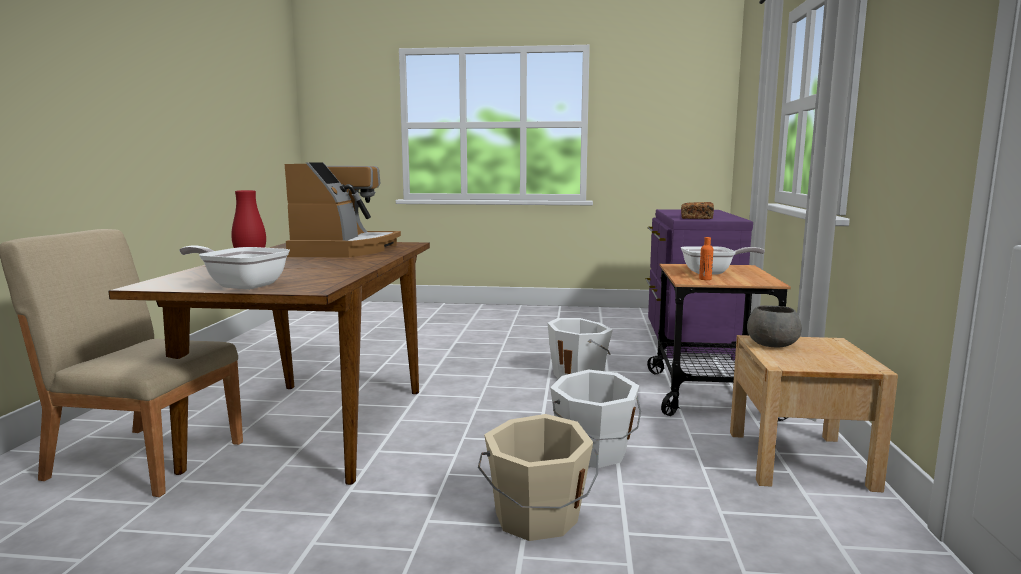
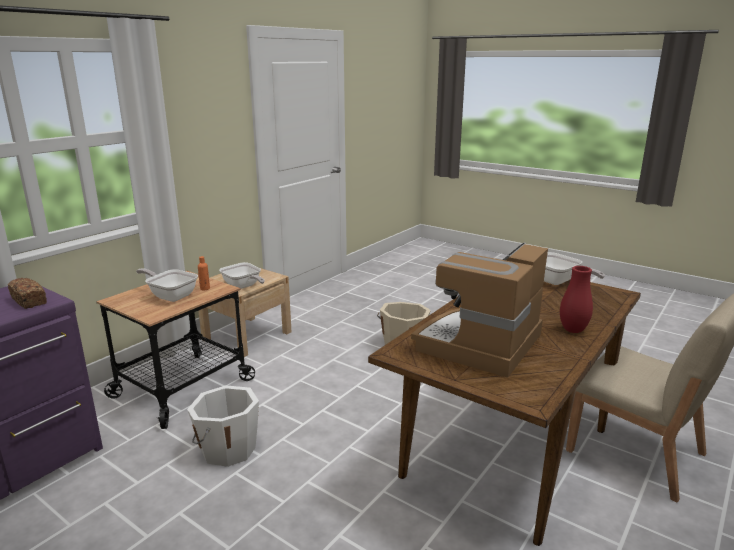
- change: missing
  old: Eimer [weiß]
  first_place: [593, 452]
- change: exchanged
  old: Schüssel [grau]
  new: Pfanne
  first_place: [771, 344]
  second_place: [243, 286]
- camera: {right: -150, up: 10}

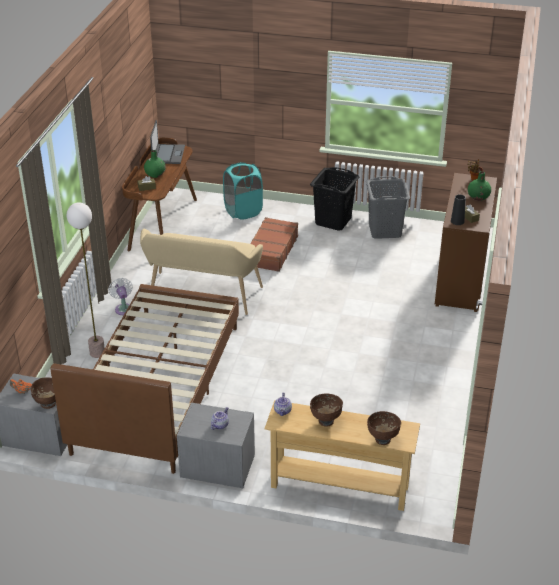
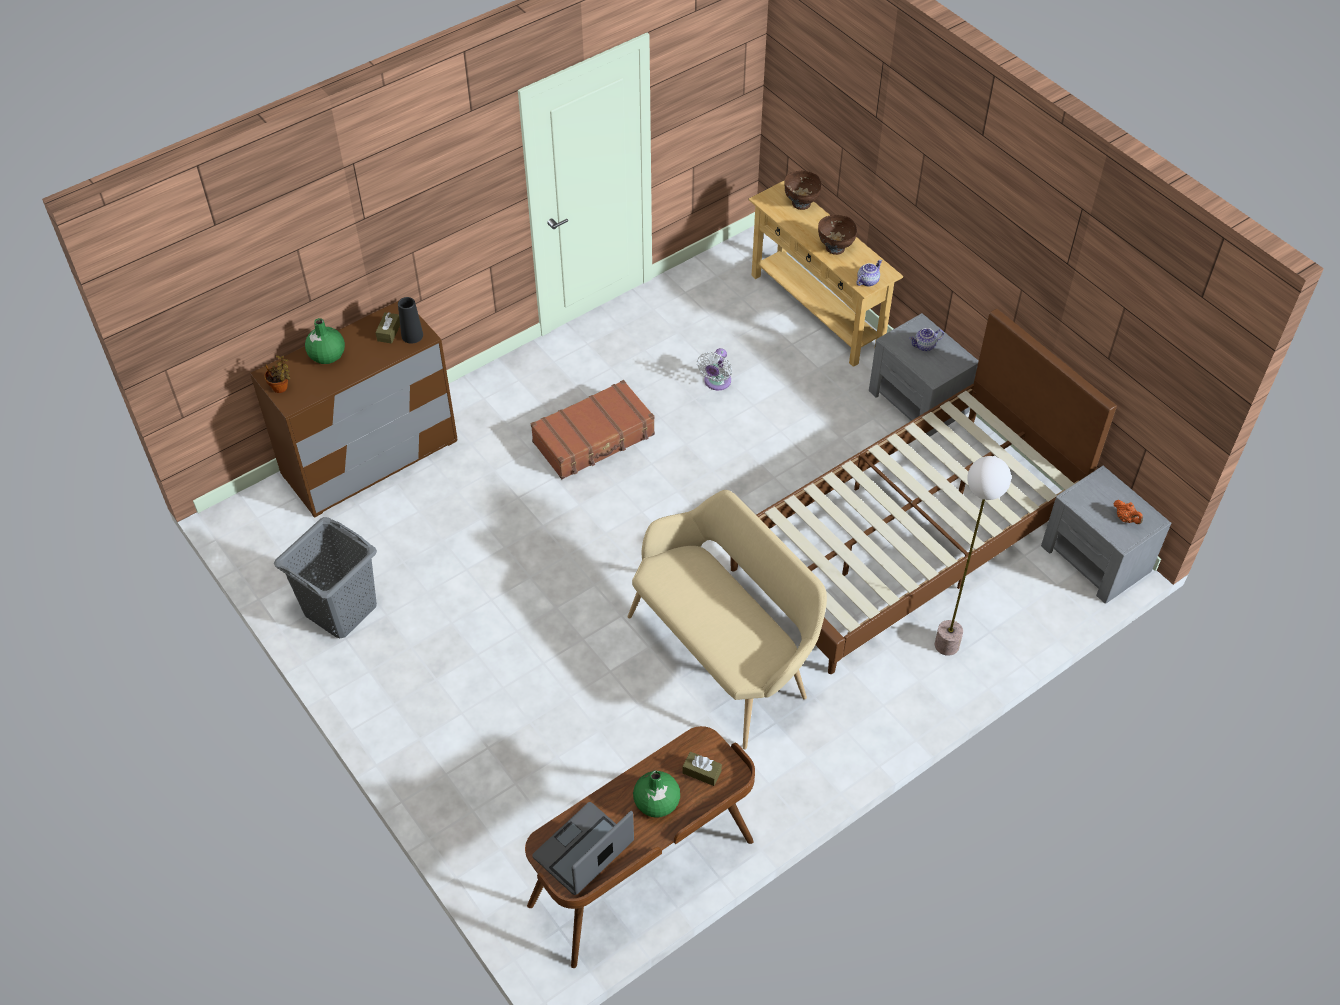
- change: missing
  old: Schüssel [braun]
  first_place: [48, 404]
- change: relocated
  old: Ventilator [weiß]
  first_place: [123, 308]
  second_place: [716, 382]
- change: missing
  old: Wäschekorb [türkis]
  first_place: [243, 211]
- change: relocated
  old: Koffer [braun]
  first_place: [271, 251]
  second_place: [594, 439]
- change: missing
  old: Wäschekorb [schwarz]
  first_place: [333, 221]
- camera: {right: -140, up: 15}

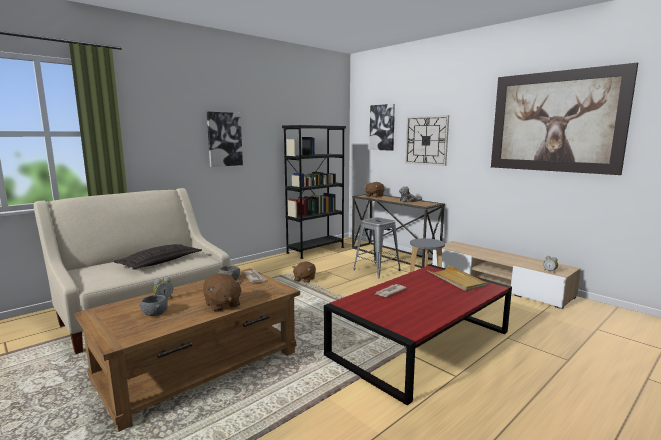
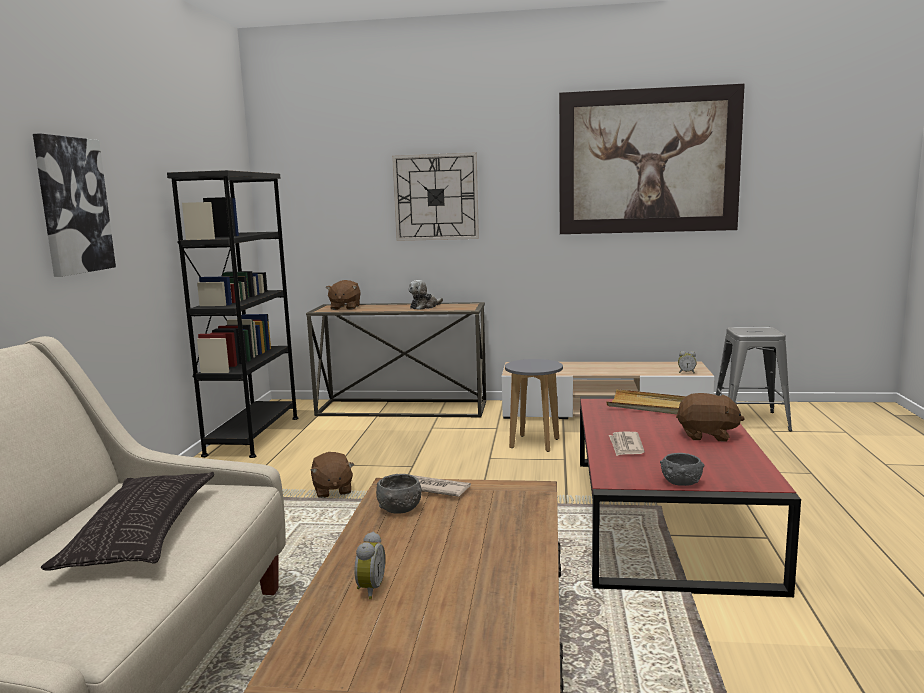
- change: relocated
  old: Schüssel [grau]
  first_place: [155, 313]
  second_place: [681, 482]
- change: relocated
  old: Plüschtier [braun]
  first_place: [222, 305]
  second_place: [707, 435]
- change: relocated
  old: Hocker [grau]
  first_place: [377, 270]
  second_place: [750, 421]
- change: missing
  old: Bild
  first_place: [382, 127]
- camera: {right: -40, up: 0}

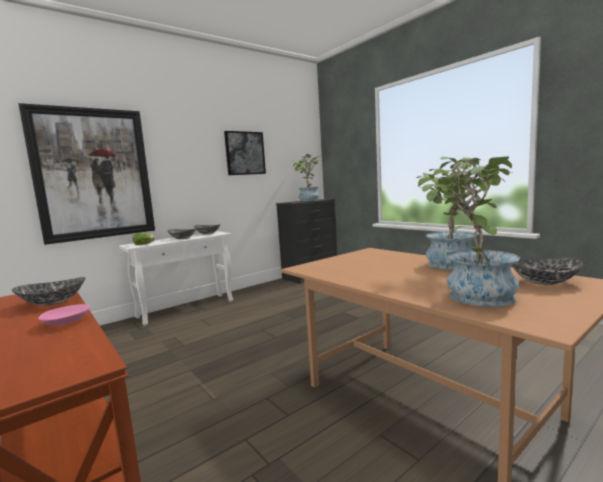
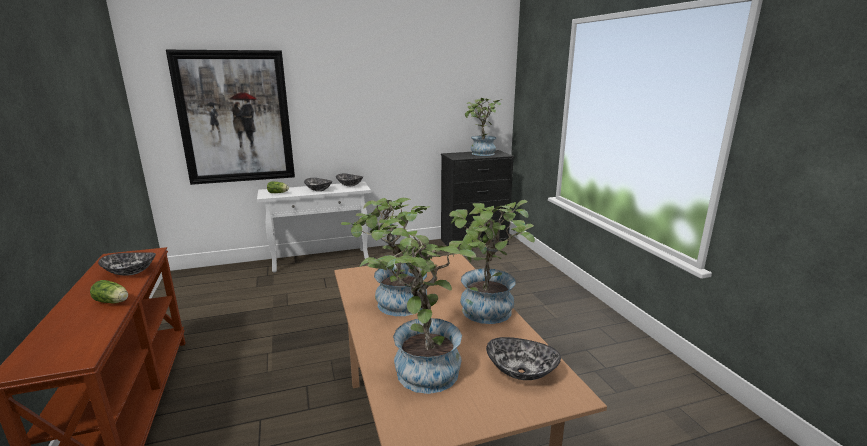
- change: exchanged
  old: Schüssel [rosa]
  new: Salatkopf
  first_place: [66, 322]
  second_place: [113, 302]
- change: missing
  old: Bild
  first_place: [245, 153]
- change: appeared
  new: Topfpflanze
  second_place: [393, 305]
- camera: {right: 20, up: 10}

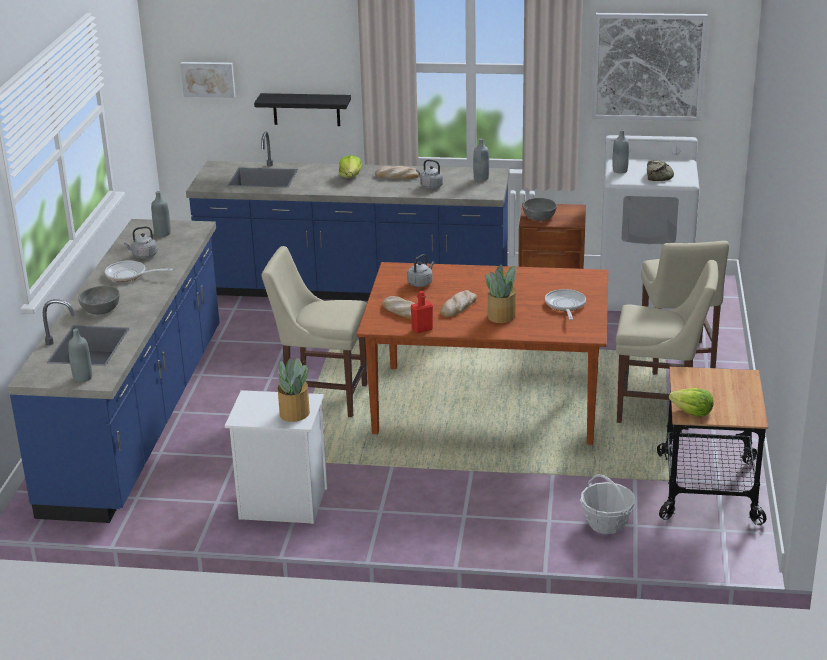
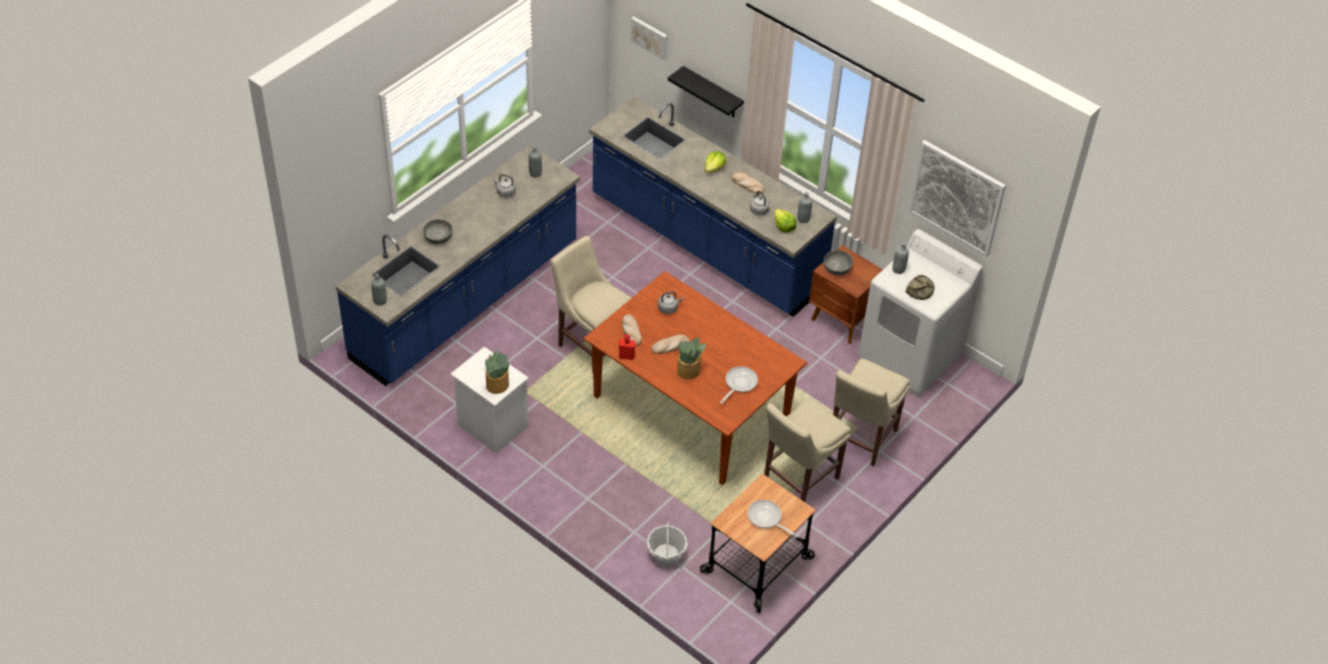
- change: relocated
  old: Pfanne
  first_place: [129, 275]
  second_place: [766, 518]
- change: spun
  old: Stuhl [beige]
  first_place: [659, 410]
  second_place: [798, 479]
  degrees: 90
- change: relocated
  old: Salatkopf
  first_place: [692, 412]
  second_place: [783, 226]
- camera: {right: 30, up: 20}

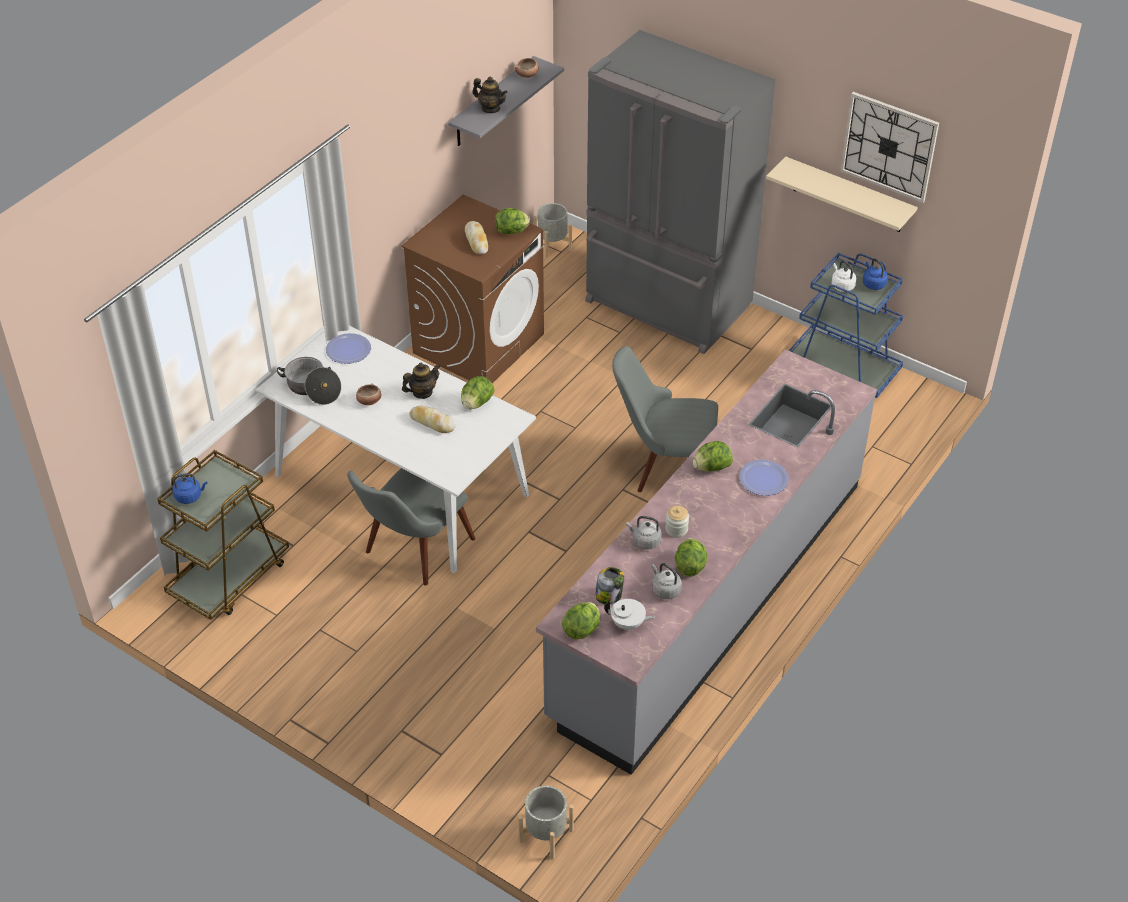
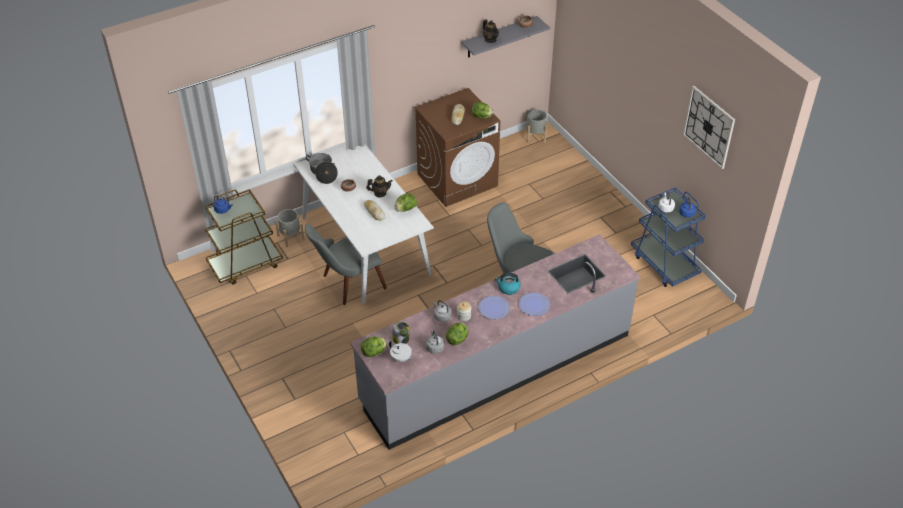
- change: relocated
  old: Teller
  first_place: [348, 350]
  second_place: [494, 308]
- change: relocated
  old: Pflanzkübel [grau]
  first_place: [546, 835]
  second_place: [291, 237]
- change: missing
  old: Kühlschrank [grau]
  first_place: [666, 306]
- change: exchanged
  old: Salatkopf
  new: Wasserkessel
  first_place: [711, 467]
  second_place: [508, 288]
- change: missing
  old: Wandregal [beige]
  first_place: [848, 195]
- camera: {right: 25, up: 0}

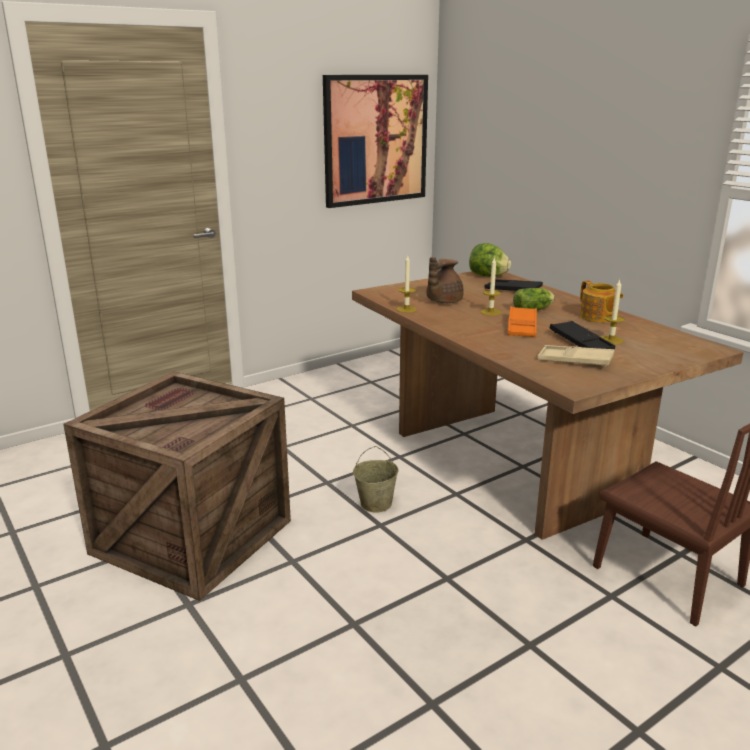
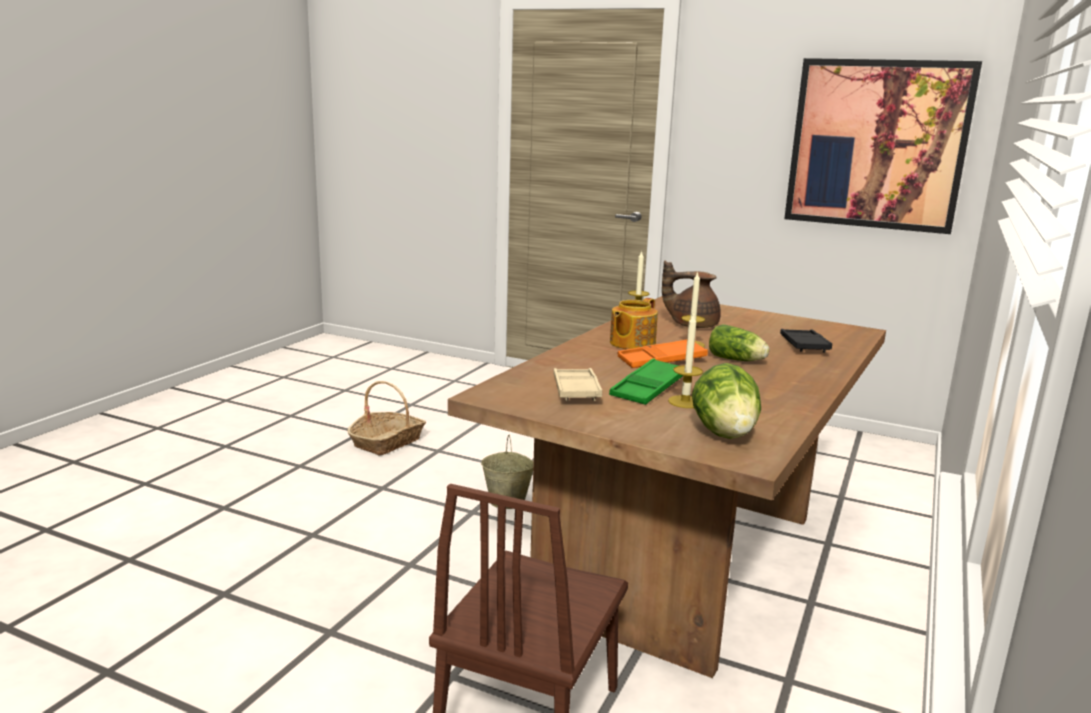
- change: exchanged
  old: Kiste
  new: Korb
  first_place: [192, 535]
  second_place: [387, 442]
- change: relocated
  old: Salatkopf
  first_place: [488, 276]
  second_place: [724, 433]
- change: colour
  old: Tablett [schwarz]
  new: Tablett [grün]
  first_place: [580, 342]
  second_place: [648, 388]
- change: relocated
  old: Teekanne
  first_place: [598, 317]
  second_place: [631, 343]
- camera: {right: 60, up: -5}

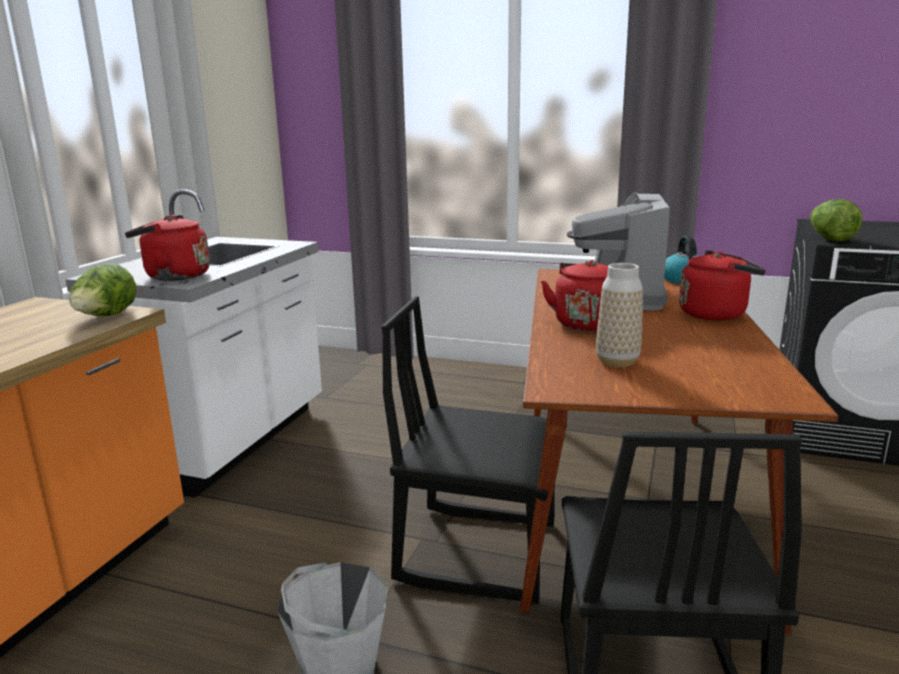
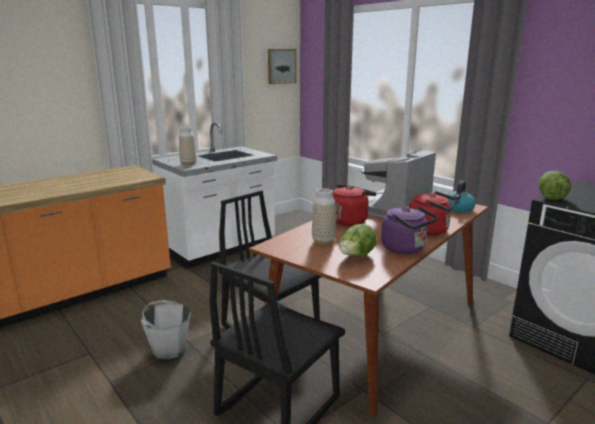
- change: relocated
  old: Salatkopf
  first_place: [106, 317]
  second_place: [356, 257]
- change: exchanged
  old: Wasserkessel [rot]
  new: Vase
  first_place: [173, 276]
  second_place: [188, 164]
- change: appeared
  new: Bild
  second_place: [281, 66]
- change: appeared
  new: Wasserkessel [lila]
  second_place: [406, 249]
- camera: {right: 30, up: 0}

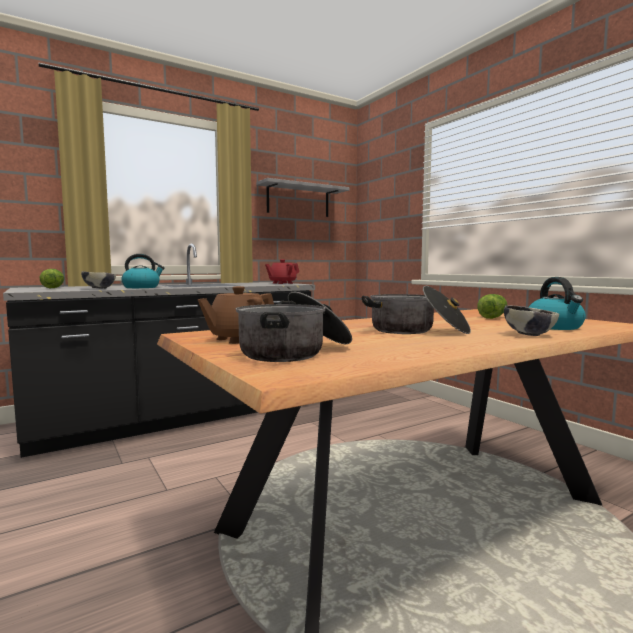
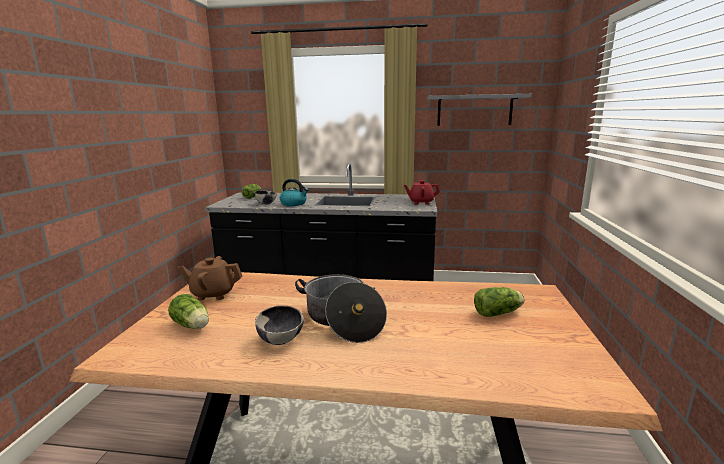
- change: exchanged
  old: Kochtopf
  new: Salatkopf
  first_place: [296, 351]
  second_place: [192, 326]
- change: relocated
  old: Schüssel
  first_place: [529, 334]
  second_place: [281, 339]
- change: missing
  old: Wasserkessel
  first_place: [555, 327]
- camera: {right: 40, up: 10}

